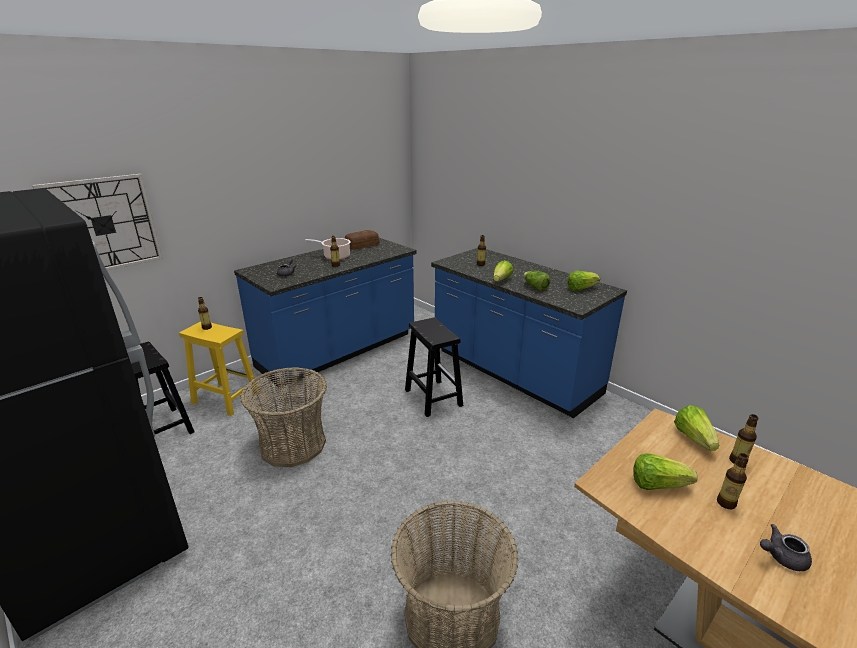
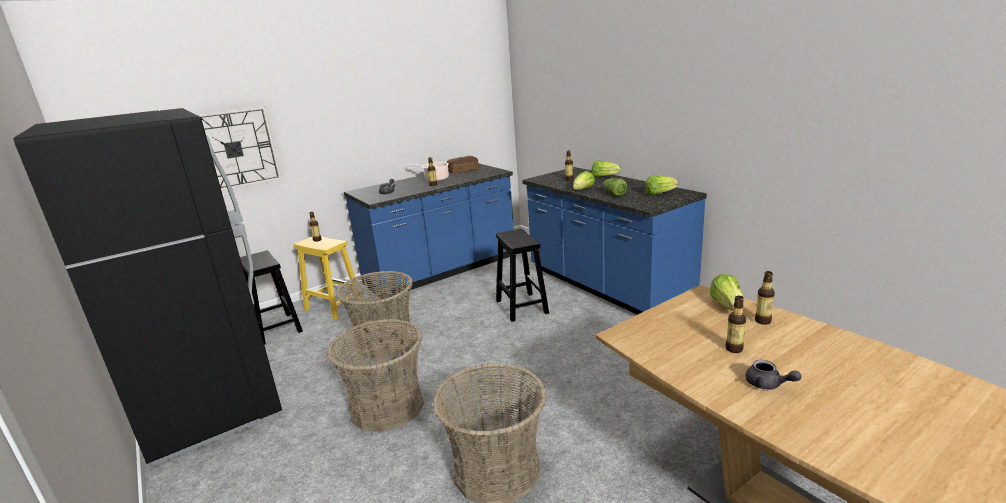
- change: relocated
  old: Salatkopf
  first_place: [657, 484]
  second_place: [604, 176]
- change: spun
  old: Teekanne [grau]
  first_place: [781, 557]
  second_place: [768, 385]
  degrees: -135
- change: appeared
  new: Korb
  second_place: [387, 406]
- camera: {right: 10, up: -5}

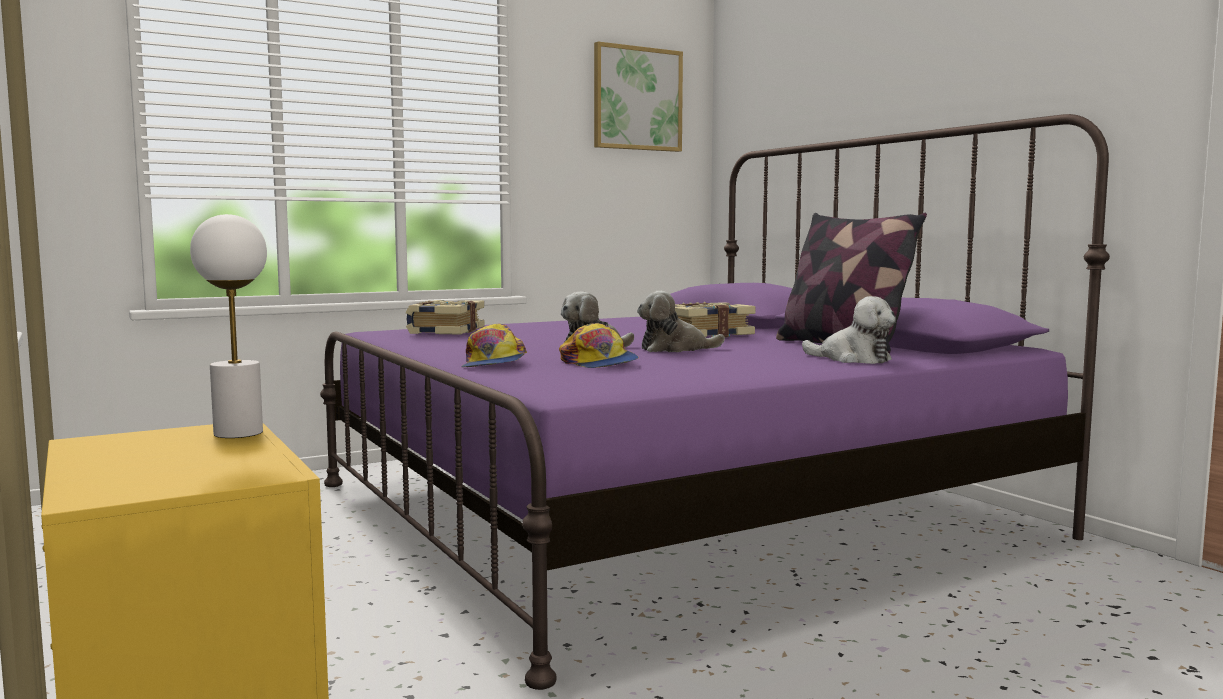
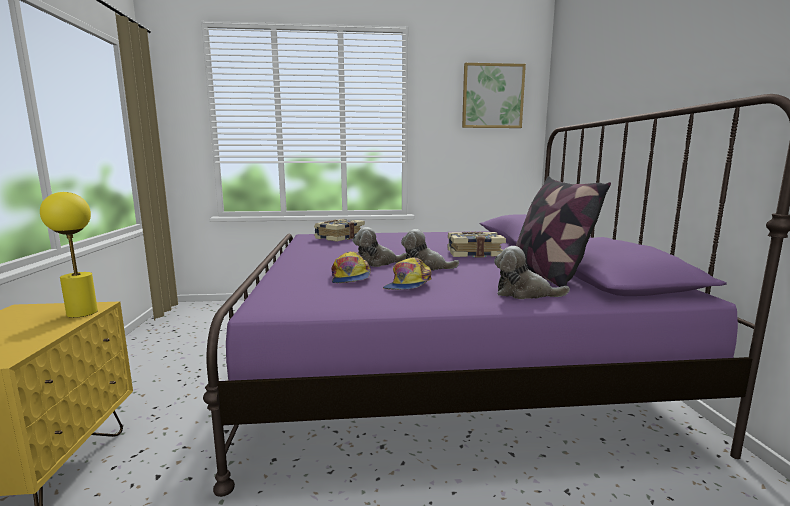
- change: colour
  old: Tischlampe [weiß]
  new: Tischlampe [gelb]
  first_place: [237, 433]
  second_place: [82, 313]
- change: relocated
  old: Kappe
  first_place: [493, 364]
  second_place: [408, 285]
- change: spun
  old: Plüschtier
  first_place: [852, 359]
  second_place: [524, 293]
  degrees: 135
- camera: {right: 25, up: 5}

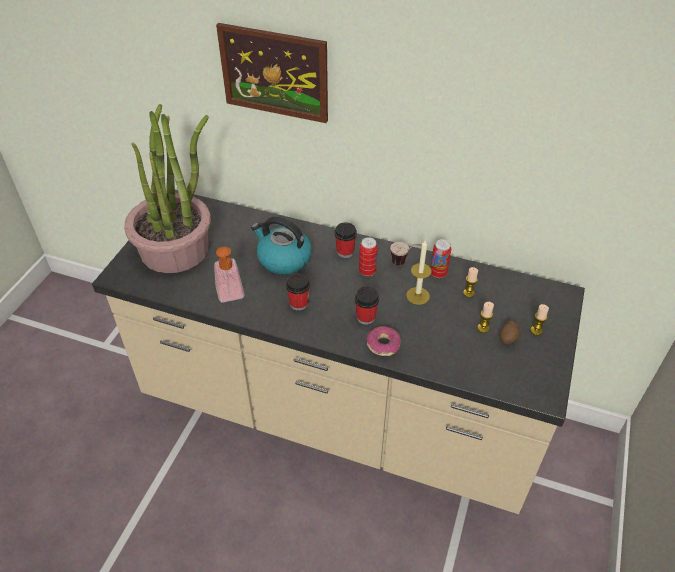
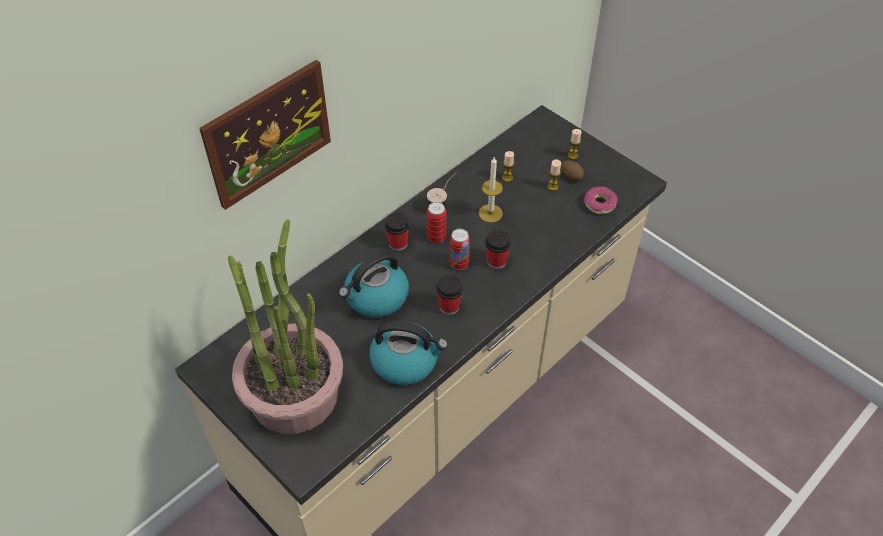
- change: exchanged
  old: Seifenspender
  new: Wasserkessel
  first_place: [231, 296]
  second_place: [406, 361]
- change: relocated
  old: Donut
  first_place: [383, 345]
  second_place: [599, 204]
- change: relocated
  old: Dose
  first_place: [438, 273]
  second_place: [459, 263]
- camera: {right: -65, up: 5}

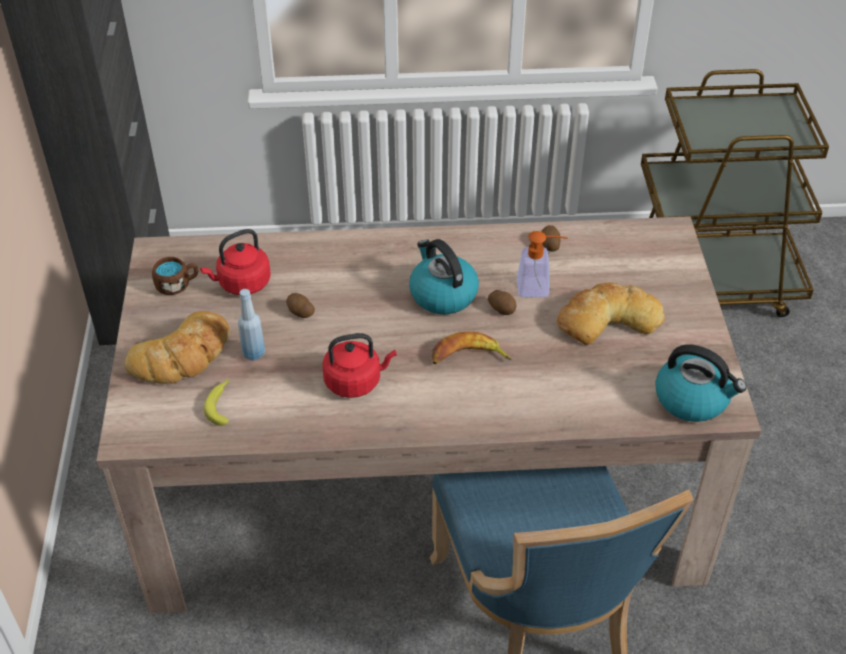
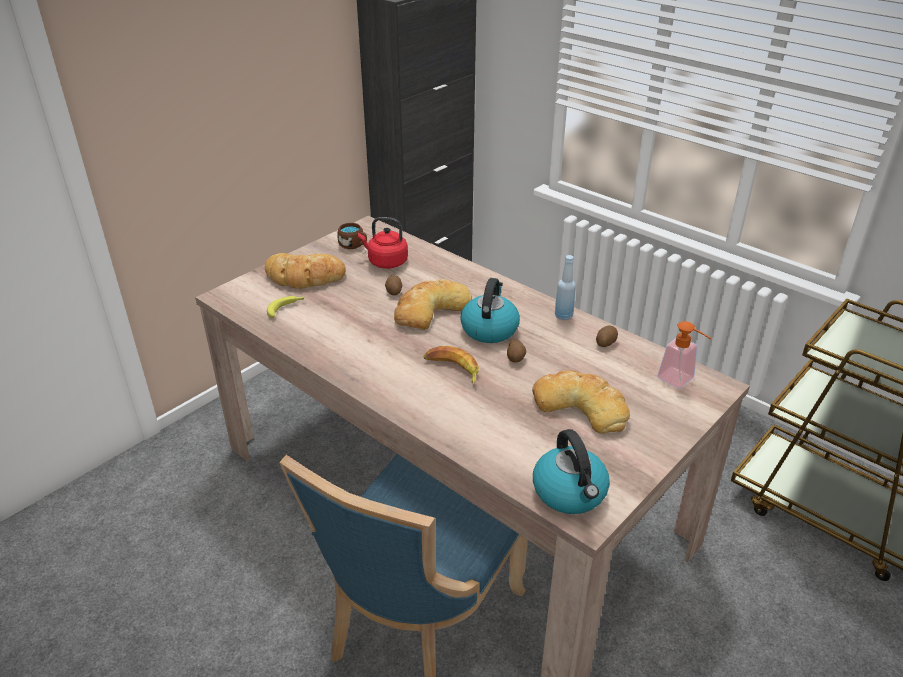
- change: relocated
  old: Flasche [blau]
  first_place: [254, 353]
  second_place: [563, 316]
- change: missing
  old: Wasserkessel [rot]
  first_place: [356, 381]
- change: relocated
  old: Seifenspender
  first_place: [539, 288]
  second_place: [680, 381]
- change: appeared
  new: Brot
  second_place: [429, 310]
- camera: {right: 45, up: -10}

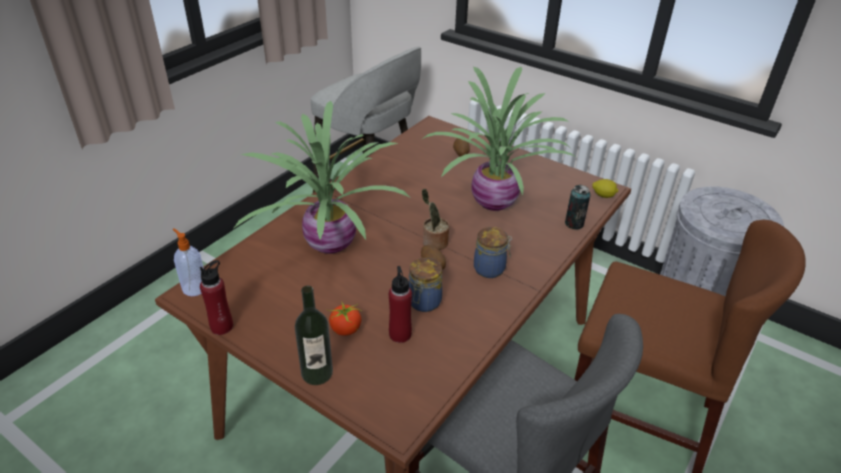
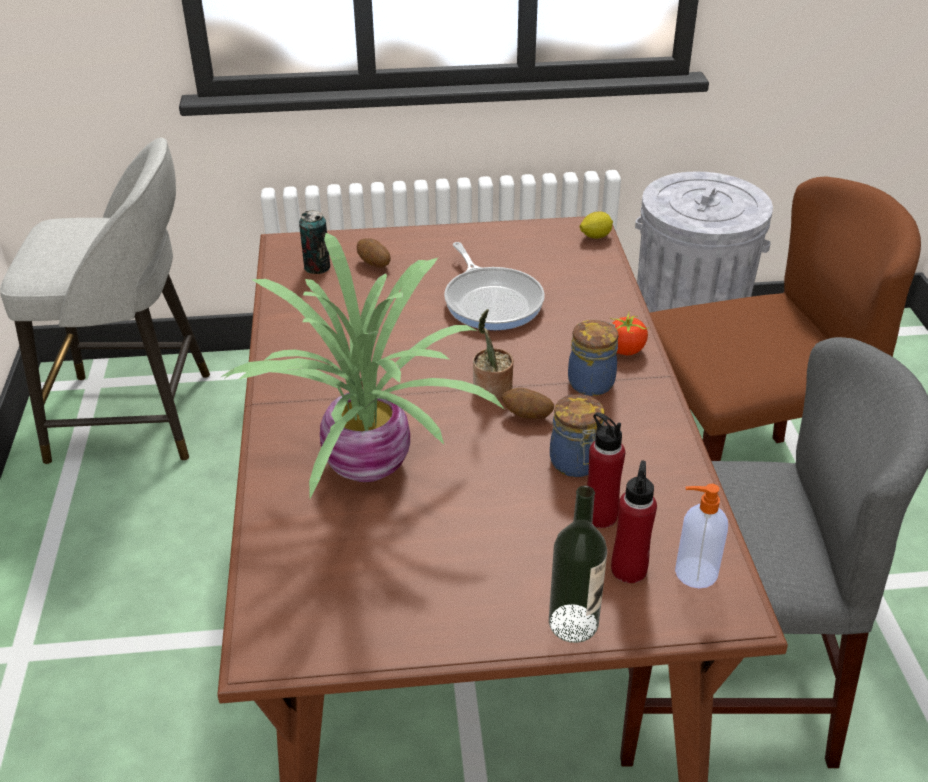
- change: relocated
  old: Seifenspender
  first_place: [194, 287]
  second_place: [694, 572]
- change: relocated
  old: Flasche [rot]
  first_place: [222, 326]
  second_place: [629, 569]
- change: relocated
  old: Tomate
  first_place: [345, 330]
  second_place: [625, 350]
- change: exchanged
  old: Topfpflanze
  new: Pfanne
  first_place: [495, 200]
  second_place: [492, 301]
- change: relocated
  old: Dose
  first_place: [574, 224]
  second_place: [317, 267]
- camera: {right: -40, up: 0}

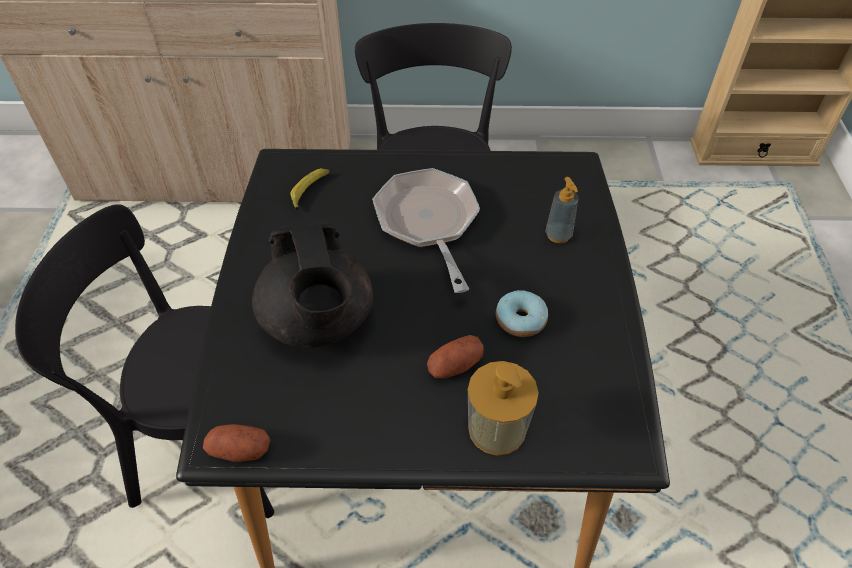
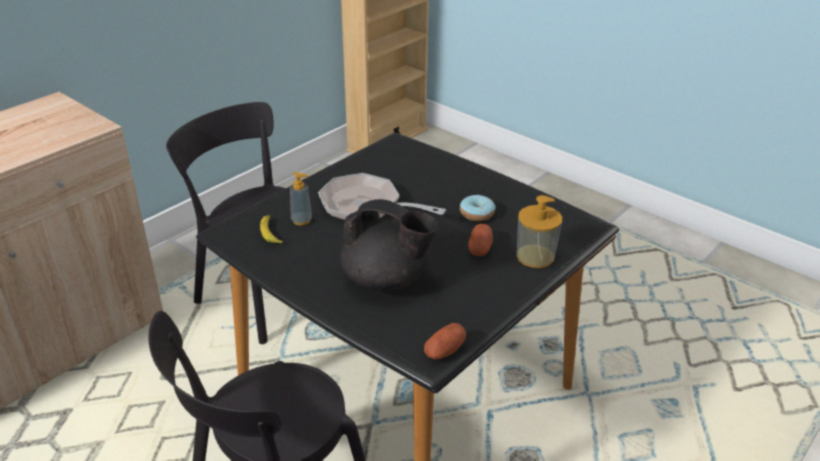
- change: relocated
  old: Seifenspender
  first_place: [558, 235]
  second_place: [301, 220]
- camera: {right: -50, up: -15}

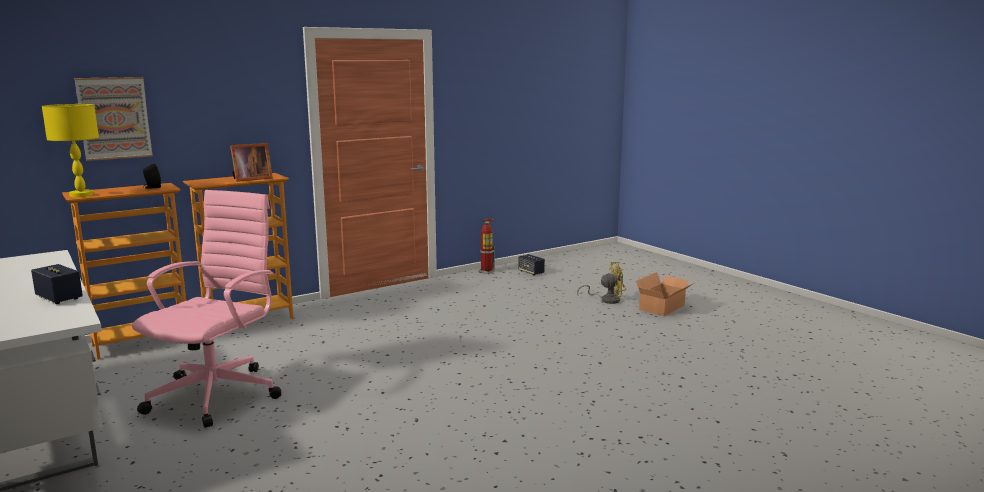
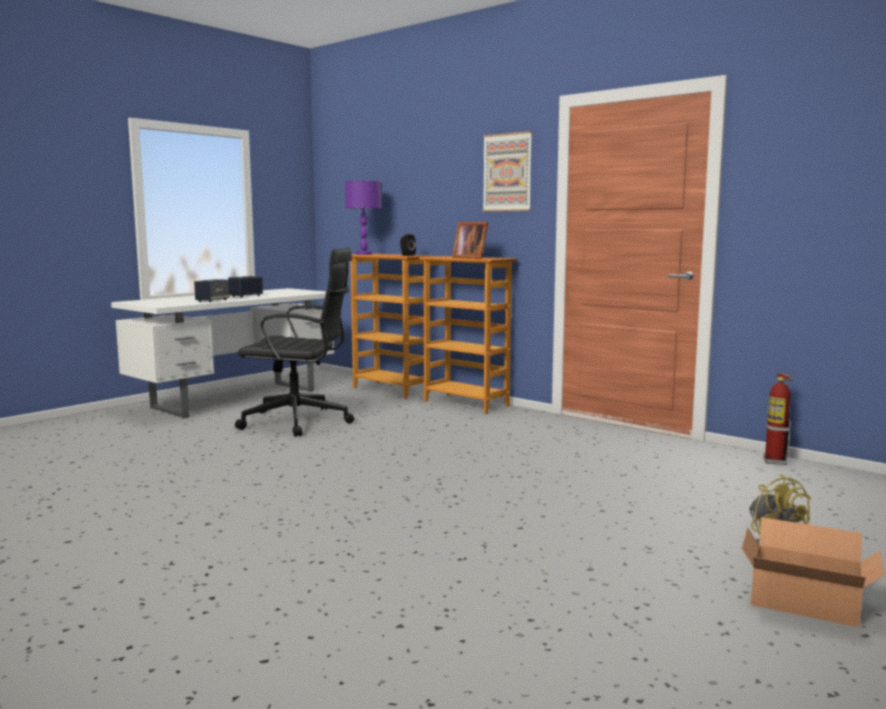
- change: colour
  old: Tischlampe [gelb]
  new: Tischlampe [lila]
  first_place: [82, 195]
  second_place: [364, 254]
- change: relocated
  old: Bild
  first_place: [114, 118]
  second_place: [507, 172]
- change: colour
  old: Bürostuhl [rosa]
  new: Bürostuhl [schwarz]
  first_place: [218, 394]
  second_place: [300, 421]
- change: relocated
  old: Lautsprecher
  first_place: [531, 272]
  second_place: [246, 296]
- camera: {right: 75, up: -5}

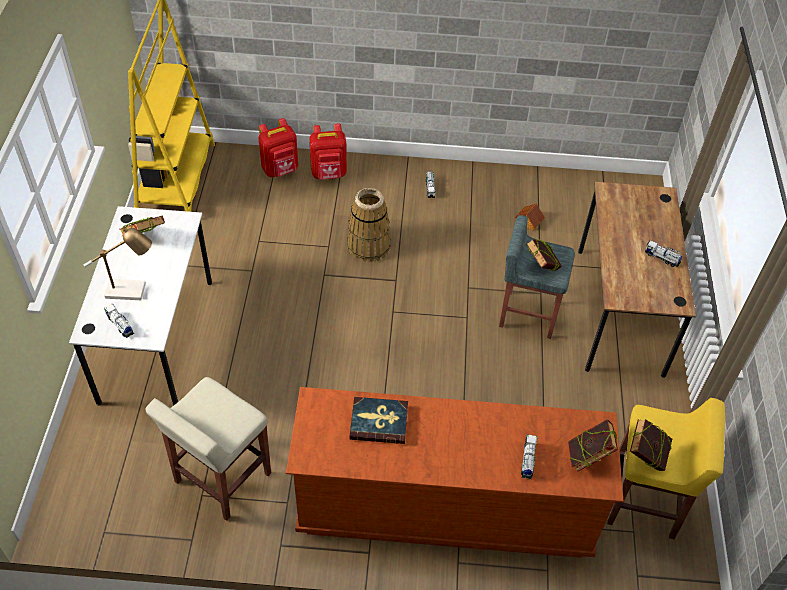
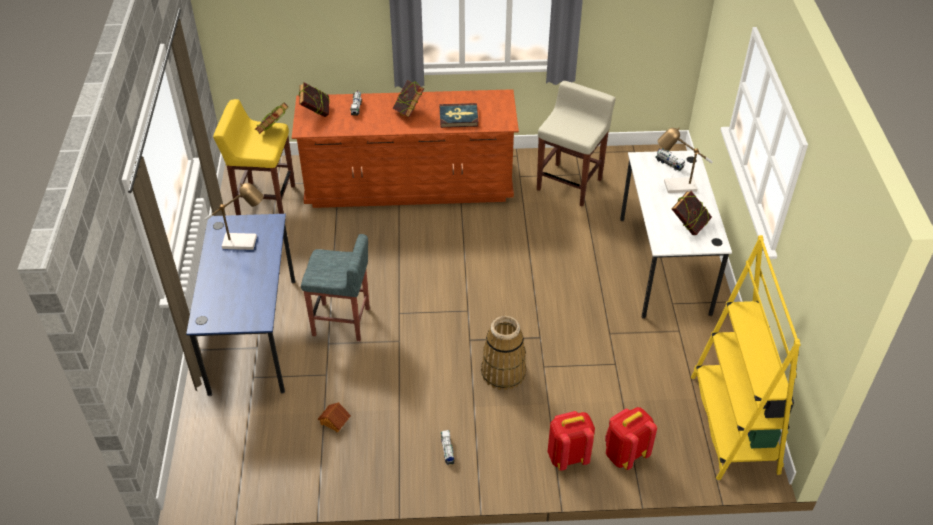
- change: relocated
  old: Buch
  first_place: [541, 268]
  second_place: [408, 111]
- change: colour
  old: Schreibtisch [braun]
  new: Schreibtisch [blau]
  first_place: [619, 311]
  second_place: [253, 335]
- change: missing
  old: Spielzeuglaster
  first_place: [662, 258]
- change: appeared
  new: Tischlampe
  second_place: [244, 242]
- camera: {right: 175, up: -5}

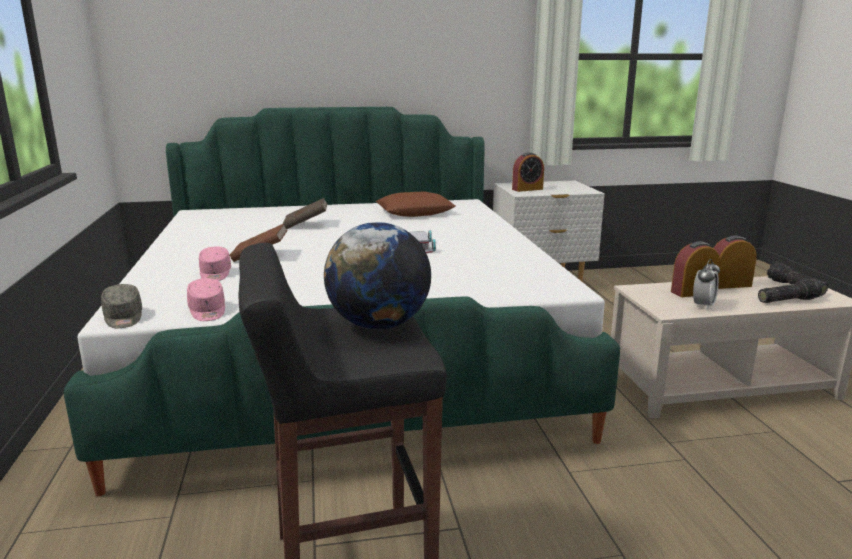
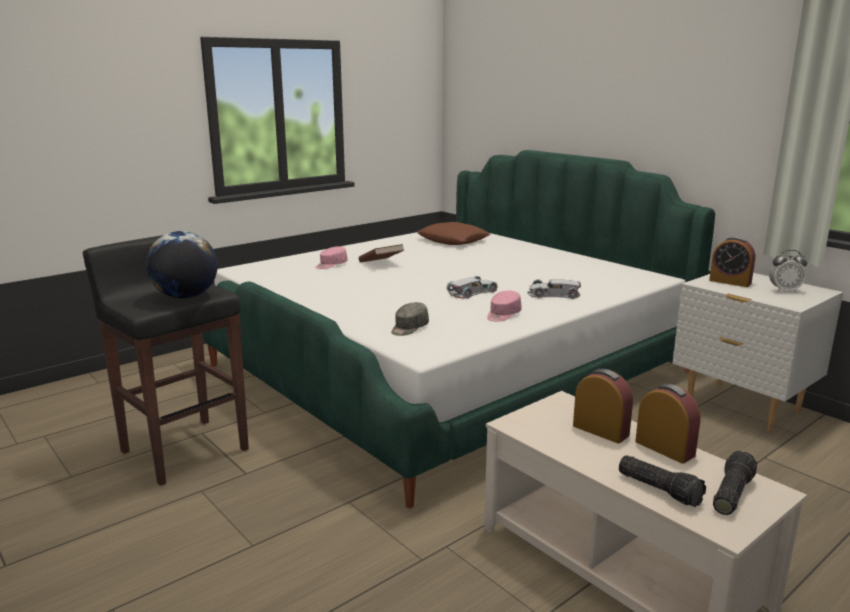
- change: relocated
  old: Kappe [grau]
  first_place: [123, 318]
  second_place: [409, 328]
- change: relocated
  old: Kappe [rosa]
  first_place: [207, 311]
  second_place: [503, 315]
- change: missing
  old: Buch [braun]
  first_place: [306, 225]
- change: relocated
  old: Kissen [braun]
  first_place: [415, 212]
  second_place: [453, 240]
- change: relocated
  old: Wecker
  first_place: [703, 305]
  second_place: [784, 291]
- change: appeared
  new: Spielzeugauto [weiß]
  second_place: [553, 294]
- camera: {right: 60, up: 0}

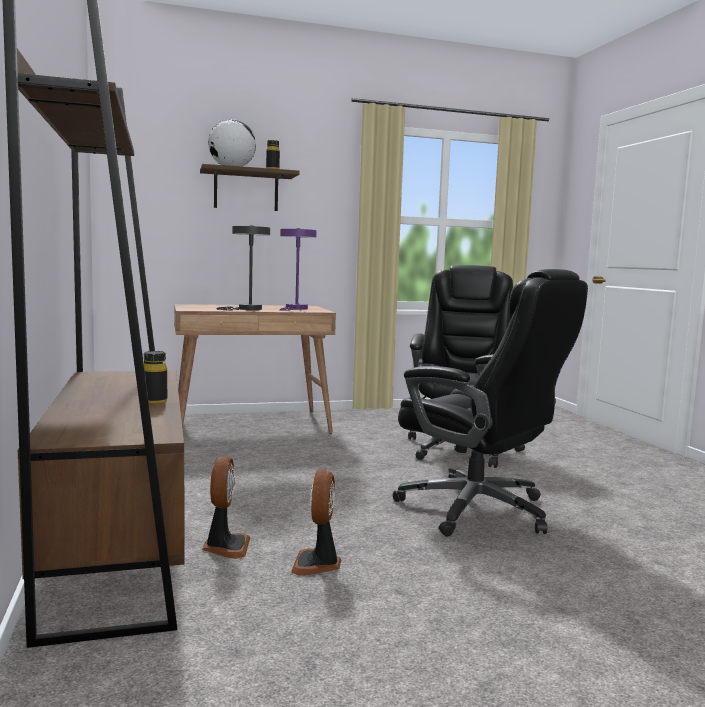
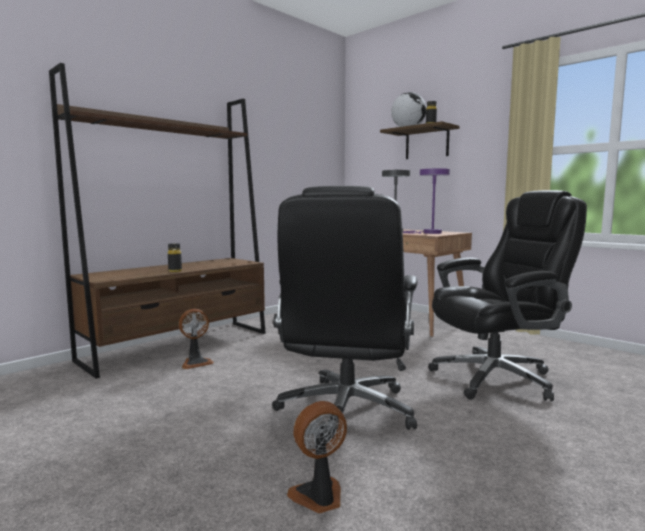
- change: relocated
  old: Ventilator
  first_place: [317, 564]
  second_place: [319, 497]
- camera: {right: 60, up: 0}

